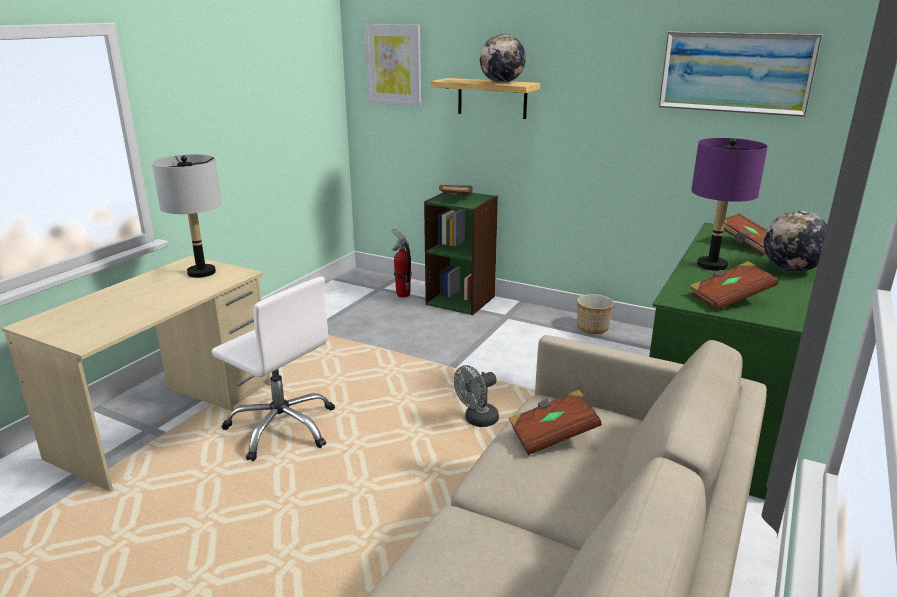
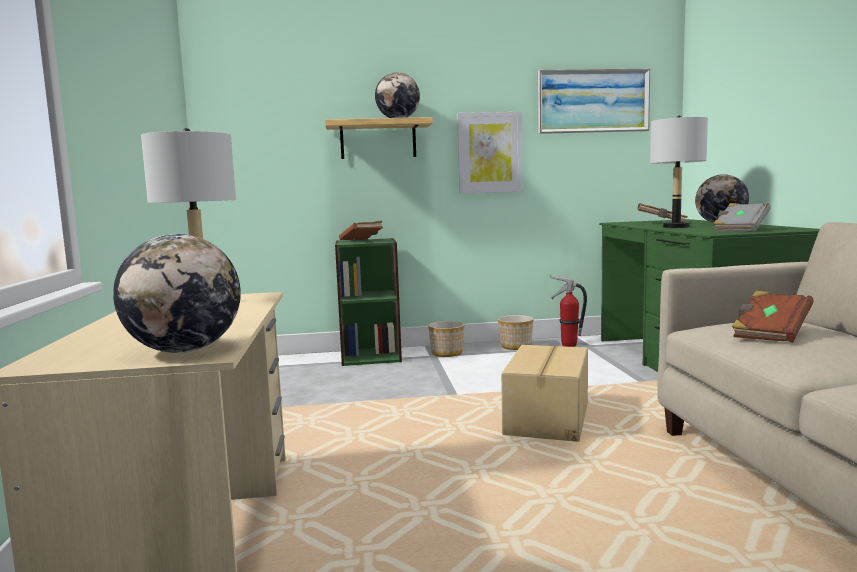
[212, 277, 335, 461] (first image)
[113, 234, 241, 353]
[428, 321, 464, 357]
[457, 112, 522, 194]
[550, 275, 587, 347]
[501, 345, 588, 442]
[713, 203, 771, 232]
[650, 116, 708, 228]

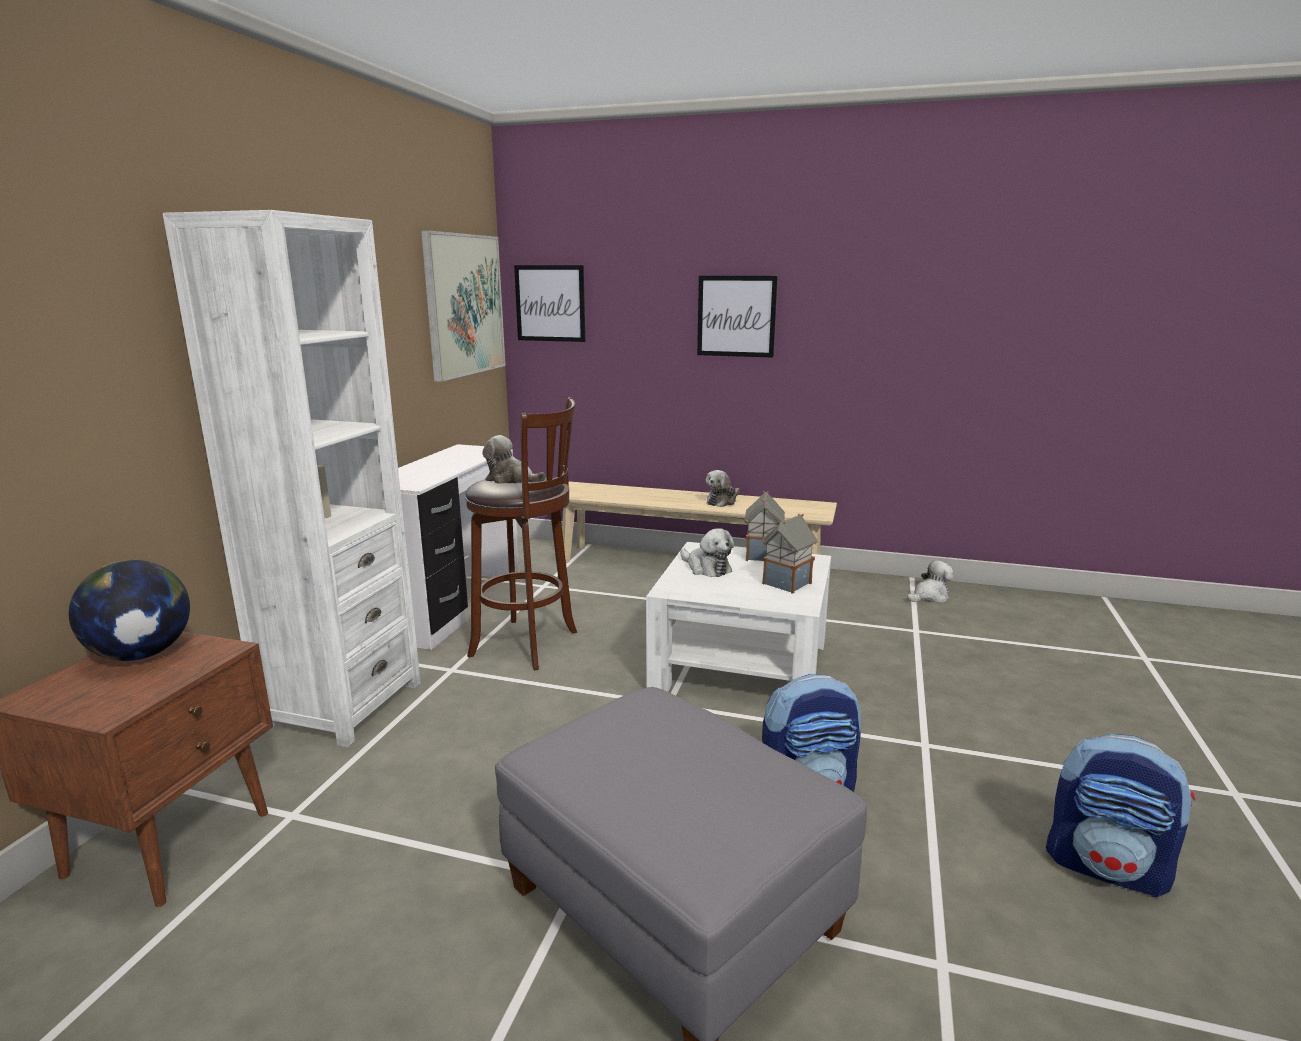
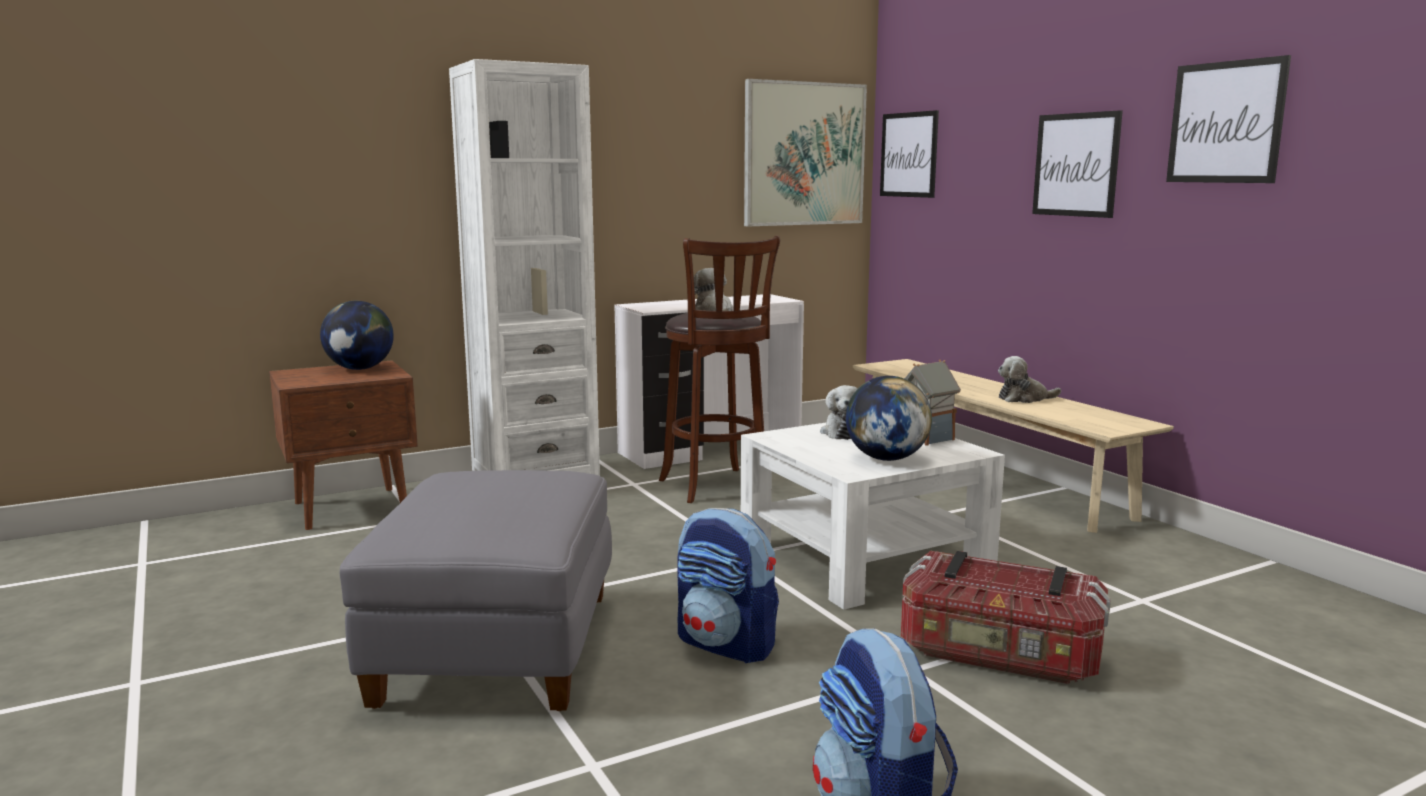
[907, 560, 954, 603] (first image)
[901, 551, 1111, 684]
[1166, 55, 1291, 183]
[846, 376, 932, 461]

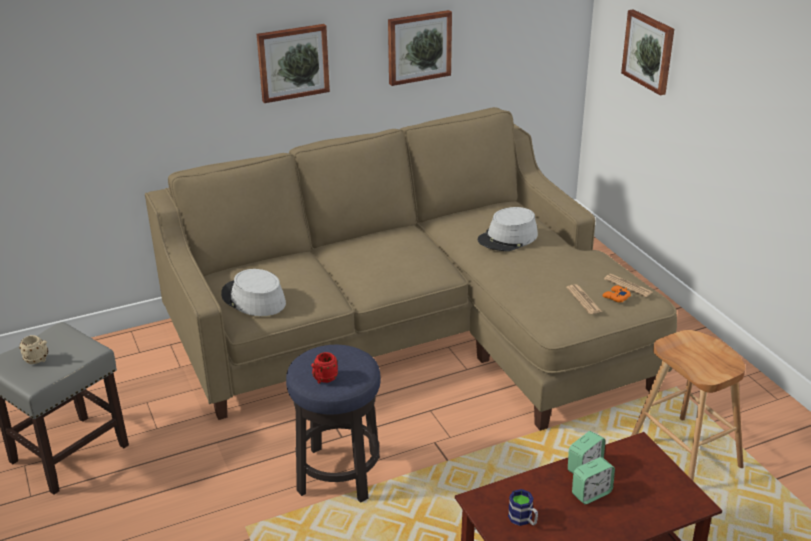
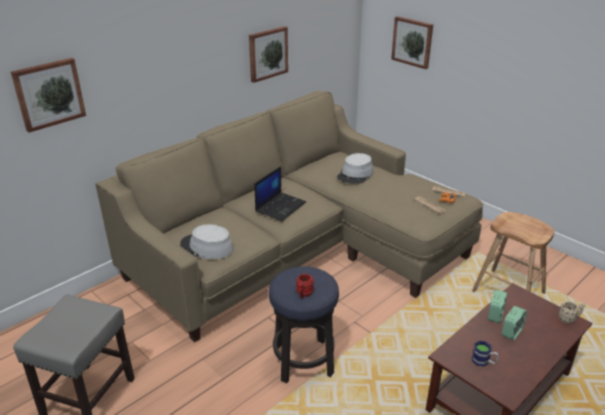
[254, 166, 306, 221]
[558, 301, 586, 324]
[11, 58, 86, 132]

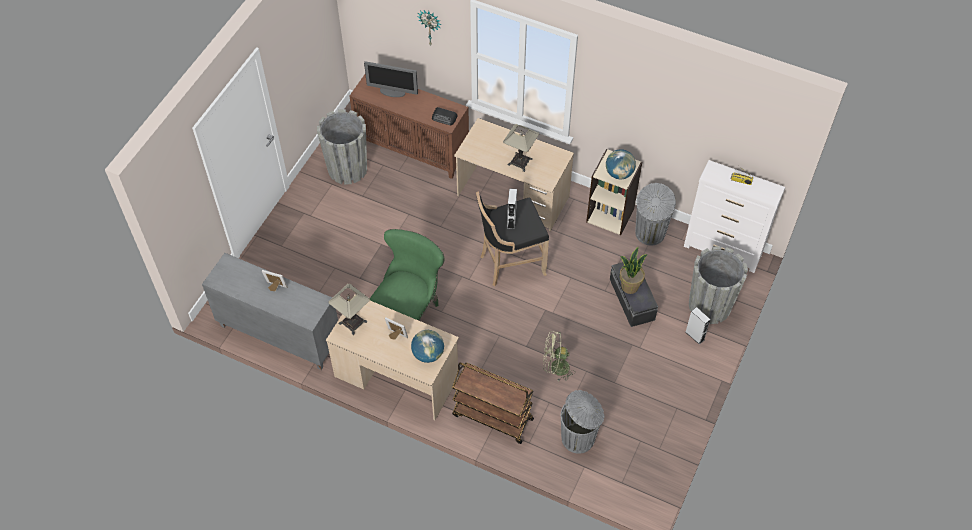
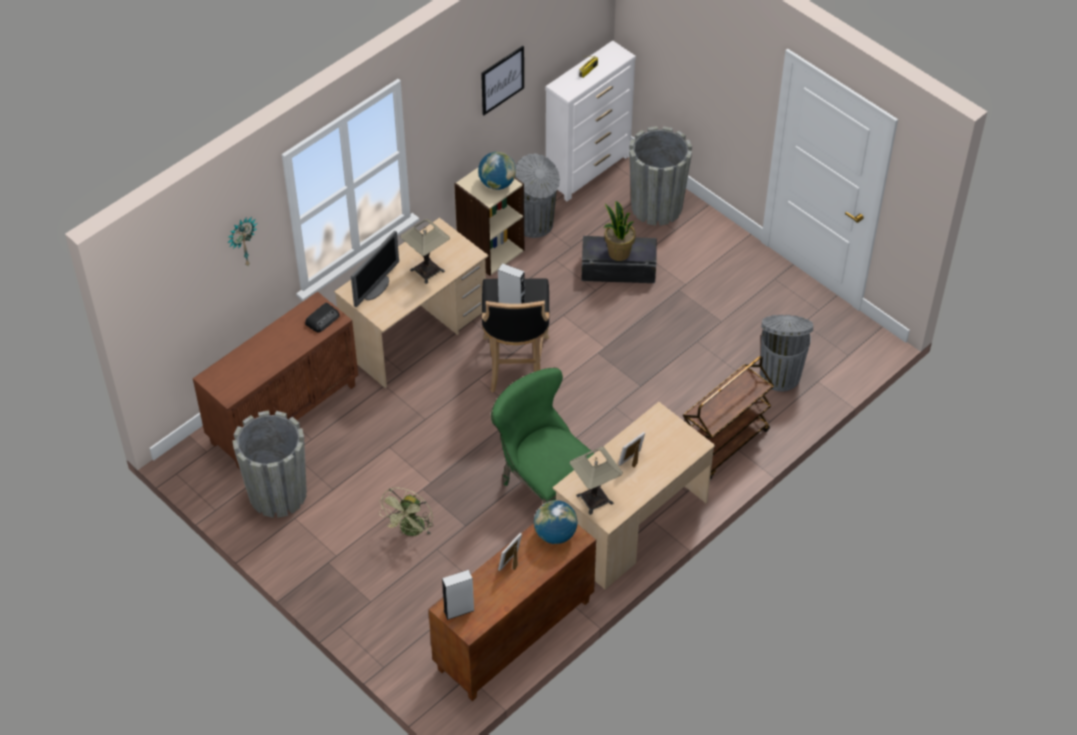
[481, 46, 524, 115]
[351, 230, 399, 307]
[534, 500, 577, 544]
[379, 488, 434, 537]
[442, 570, 475, 620]
[428, 523, 596, 701]

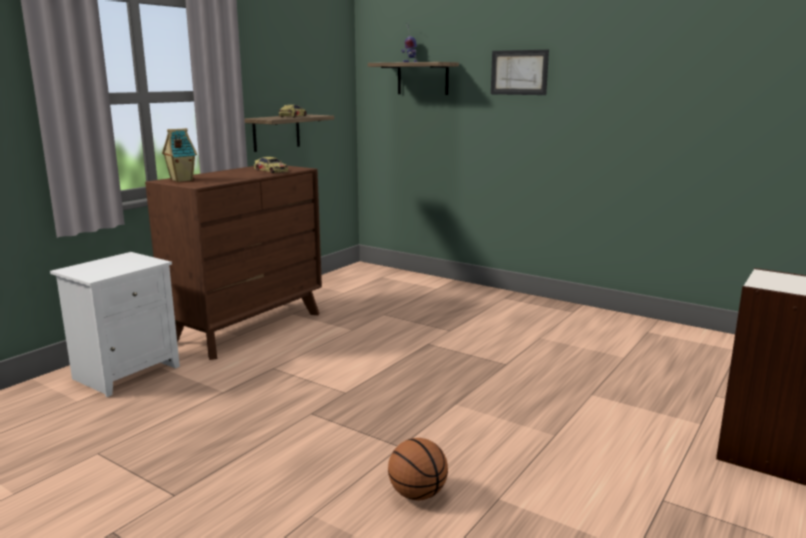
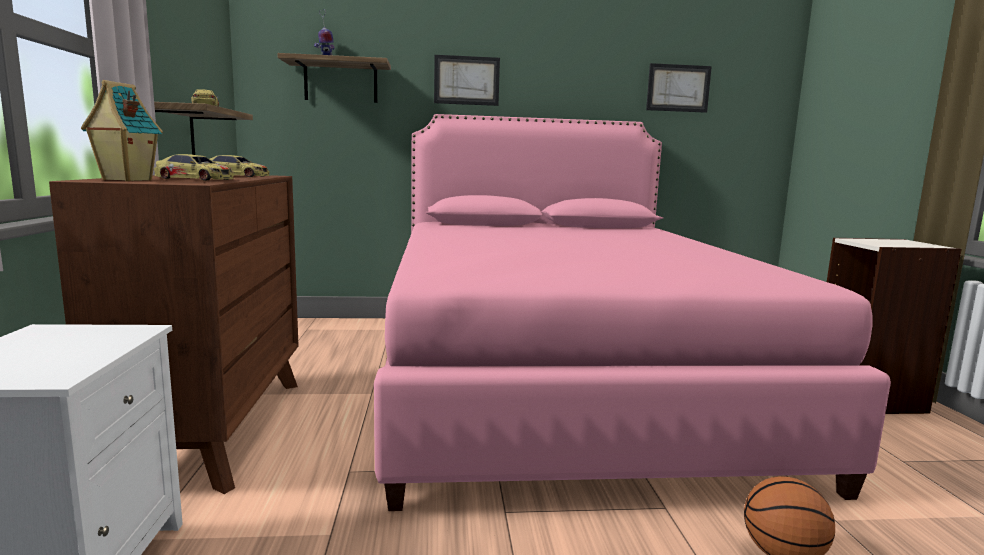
[154, 154, 234, 181]
[374, 114, 891, 511]
[646, 63, 712, 113]

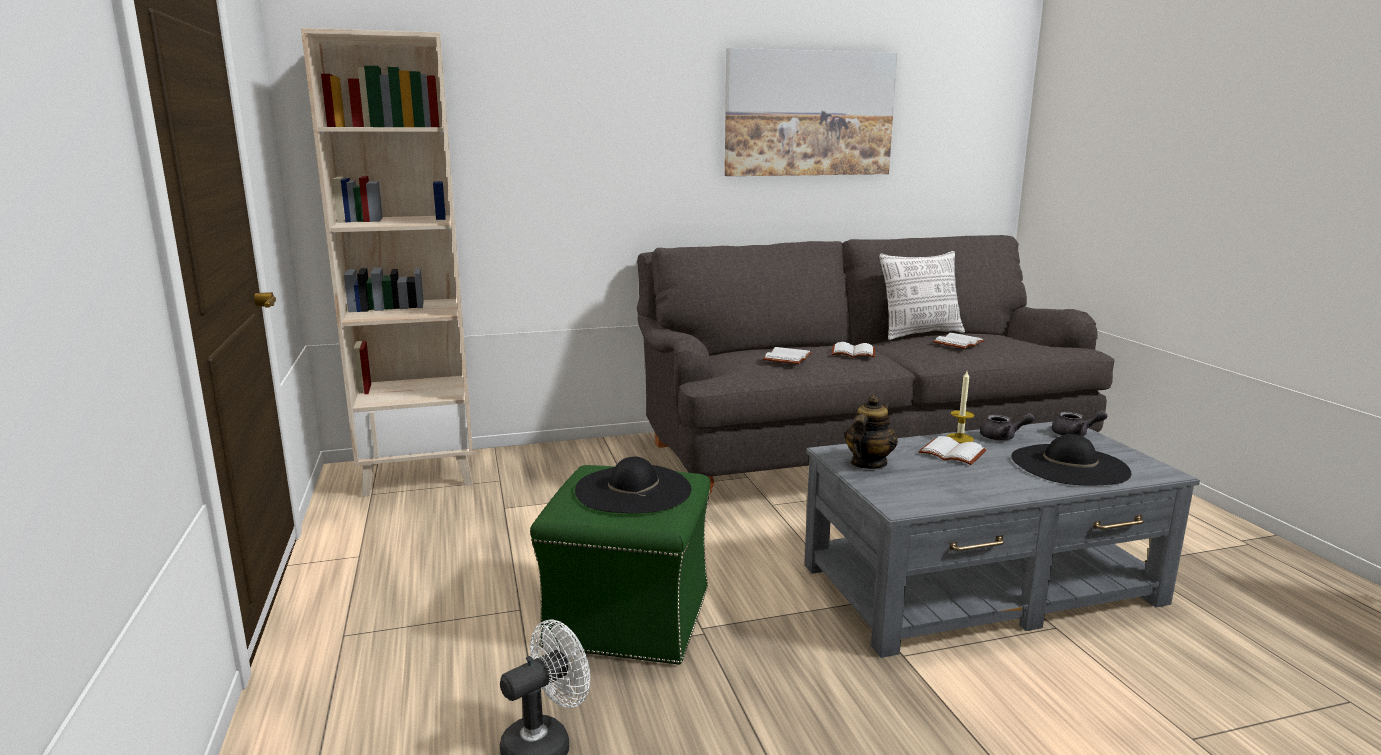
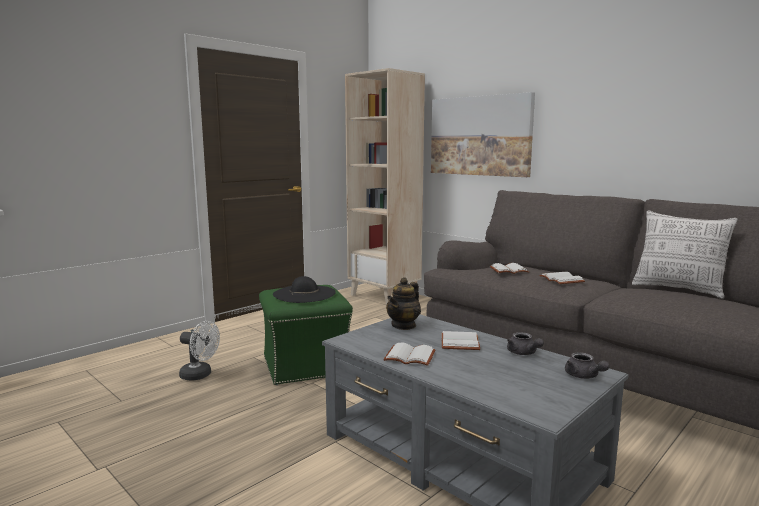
[947, 371, 975, 443] (first image)
[1011, 434, 1131, 486] (first image)
[431, 92, 535, 177]
[383, 342, 435, 366]
[386, 277, 421, 330]

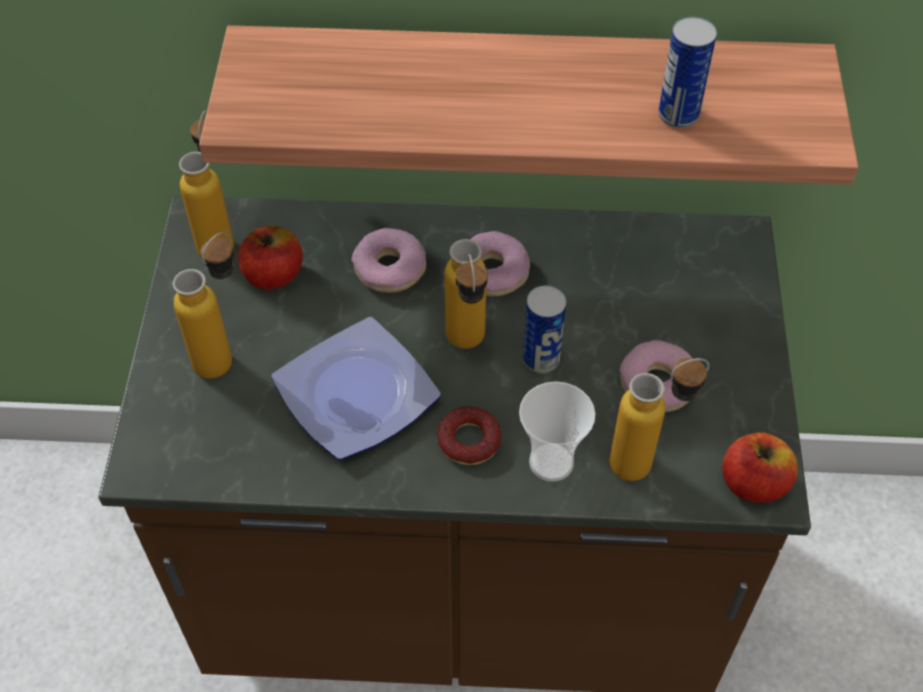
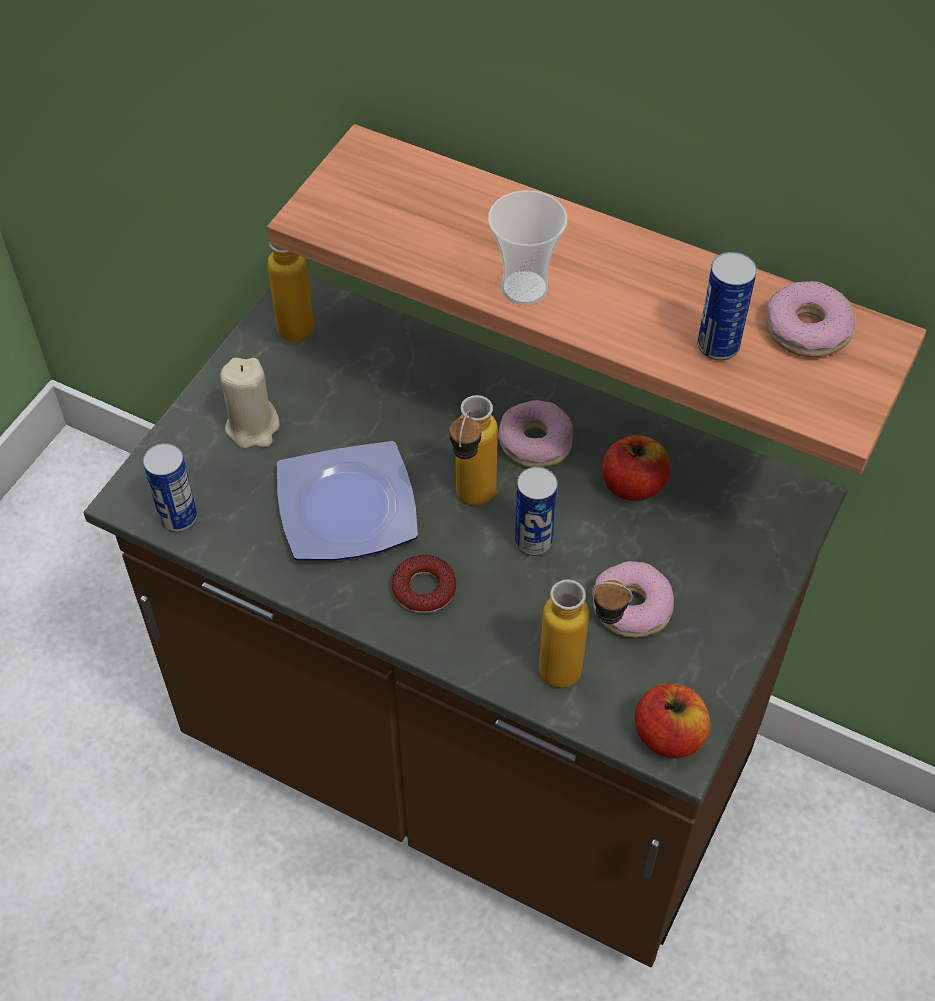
[143, 443, 197, 532]
[602, 435, 671, 501]
[766, 281, 855, 357]
[488, 190, 567, 305]
[220, 358, 279, 448]

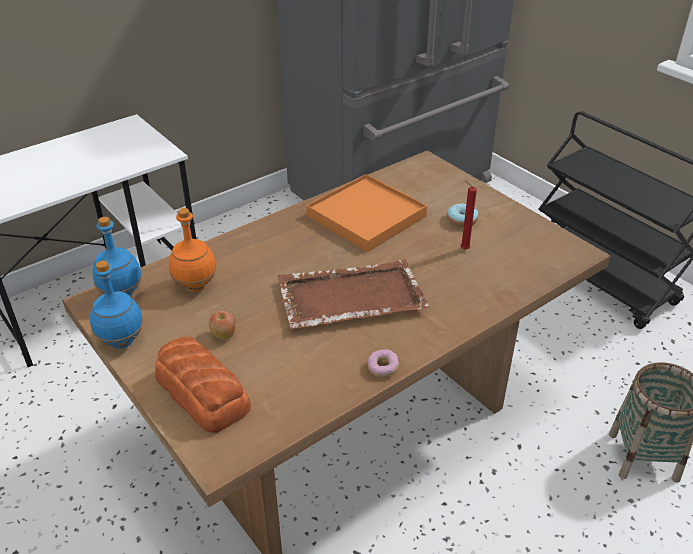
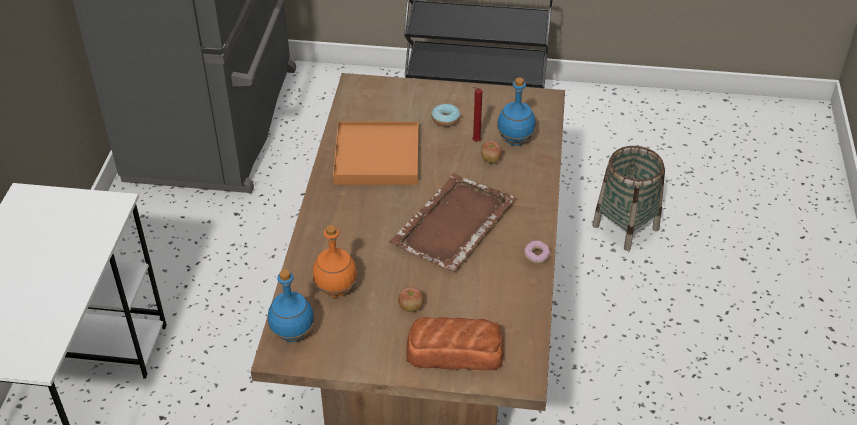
[481, 141, 502, 164]
[497, 77, 536, 146]

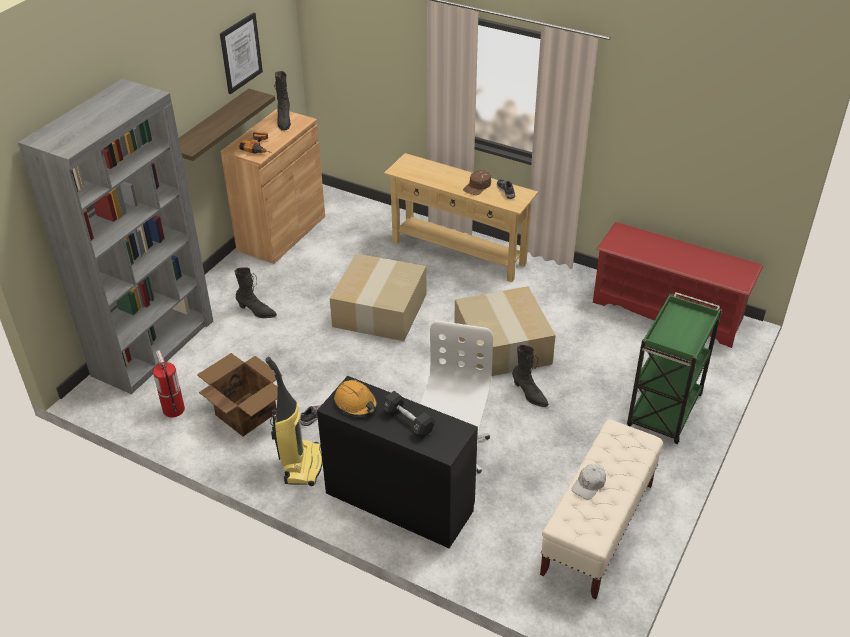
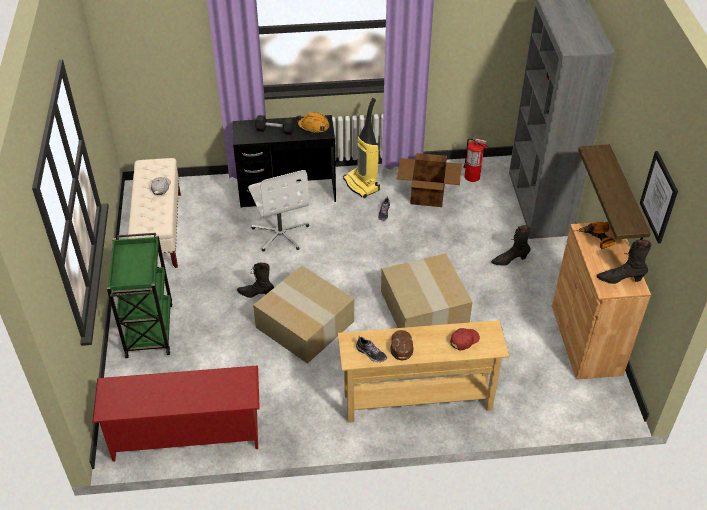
[450, 328, 480, 350]
[597, 239, 651, 284]

